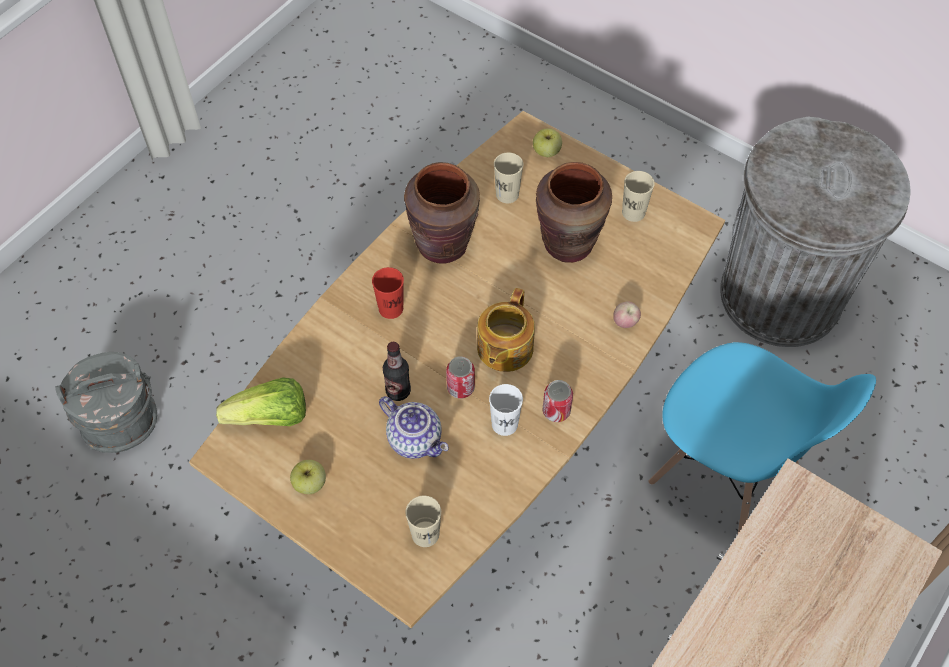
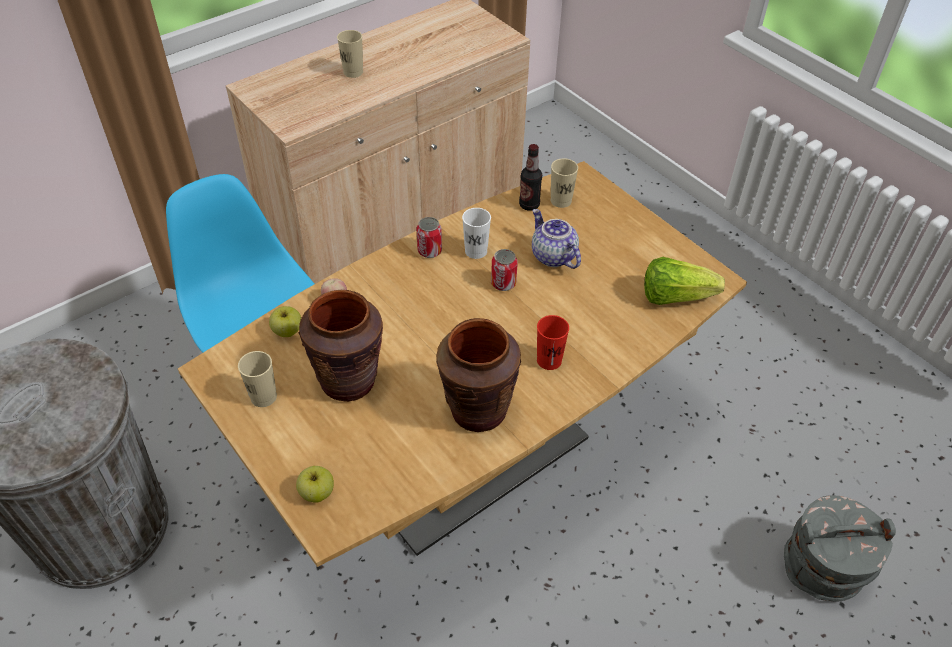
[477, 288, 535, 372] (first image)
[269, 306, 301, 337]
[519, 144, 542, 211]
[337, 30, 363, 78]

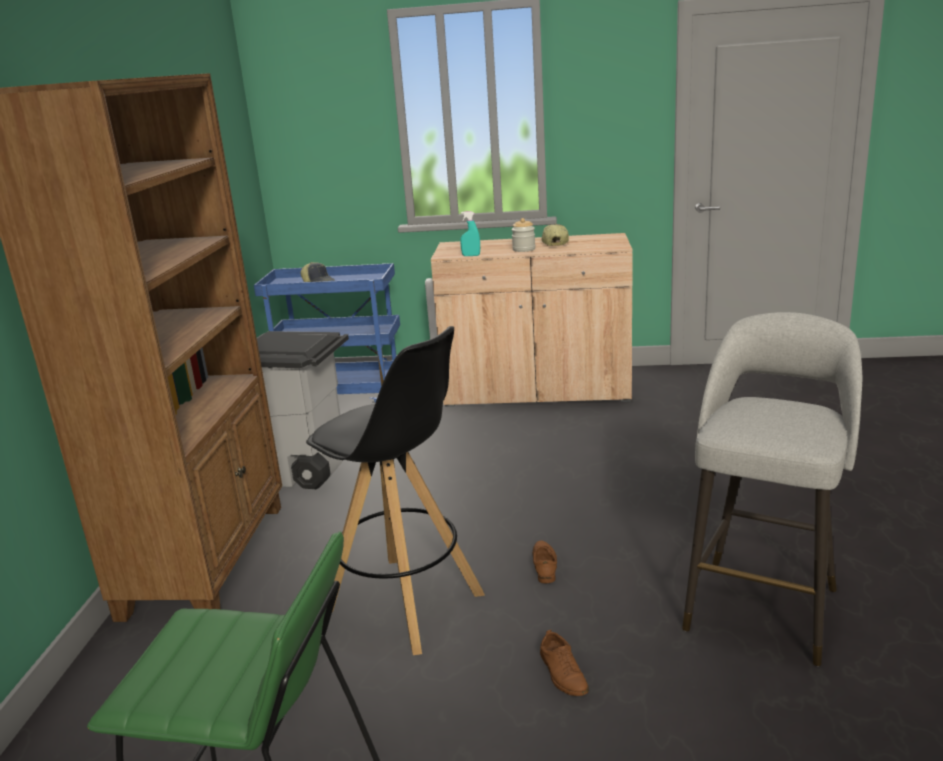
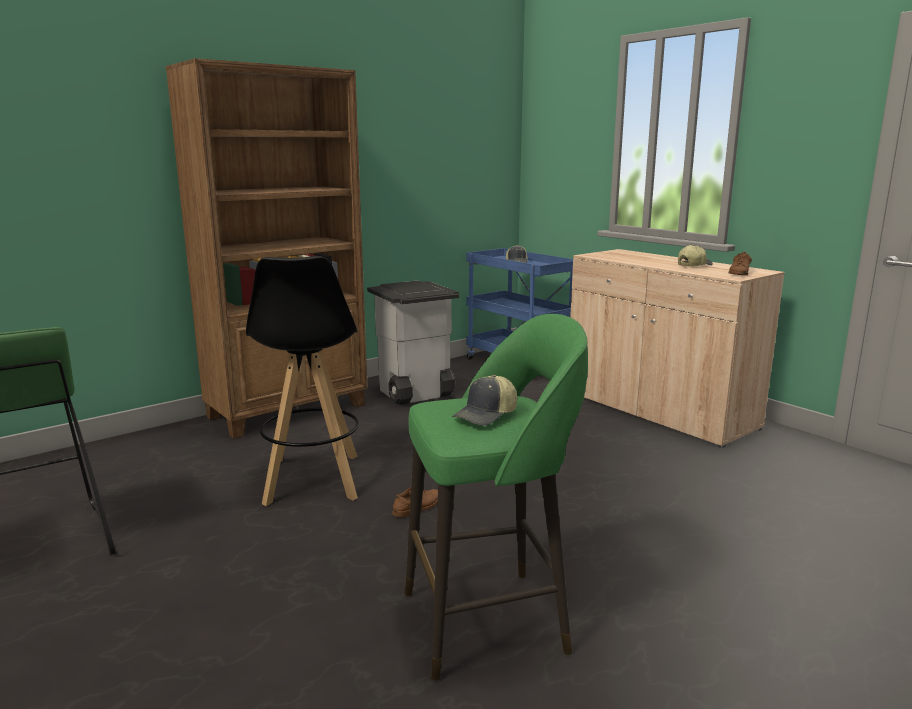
[460, 211, 480, 256] (first image)
[511, 218, 536, 252] (first image)
[452, 375, 517, 426]
[729, 252, 752, 275]
[405, 314, 588, 681]

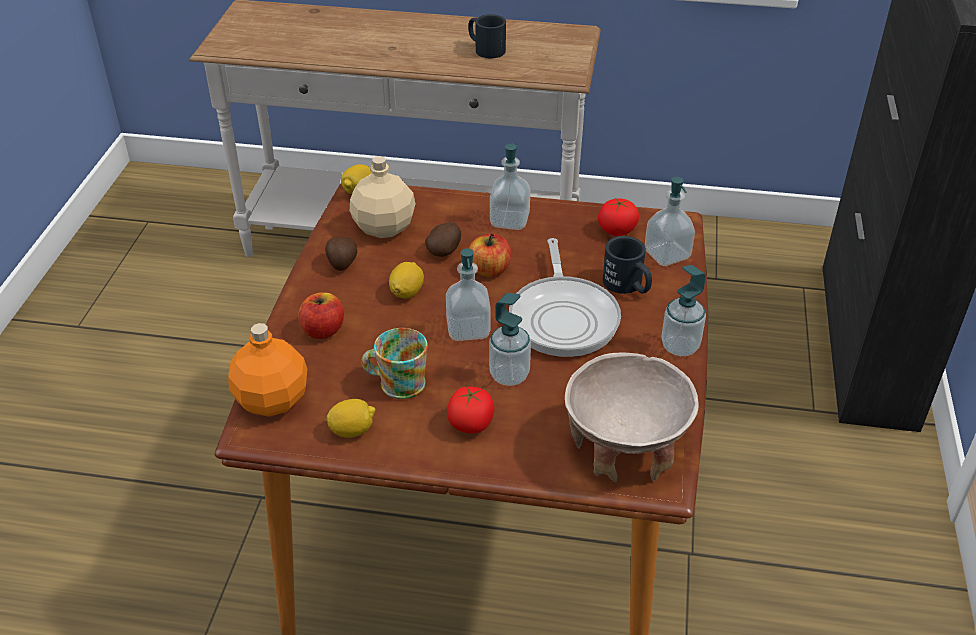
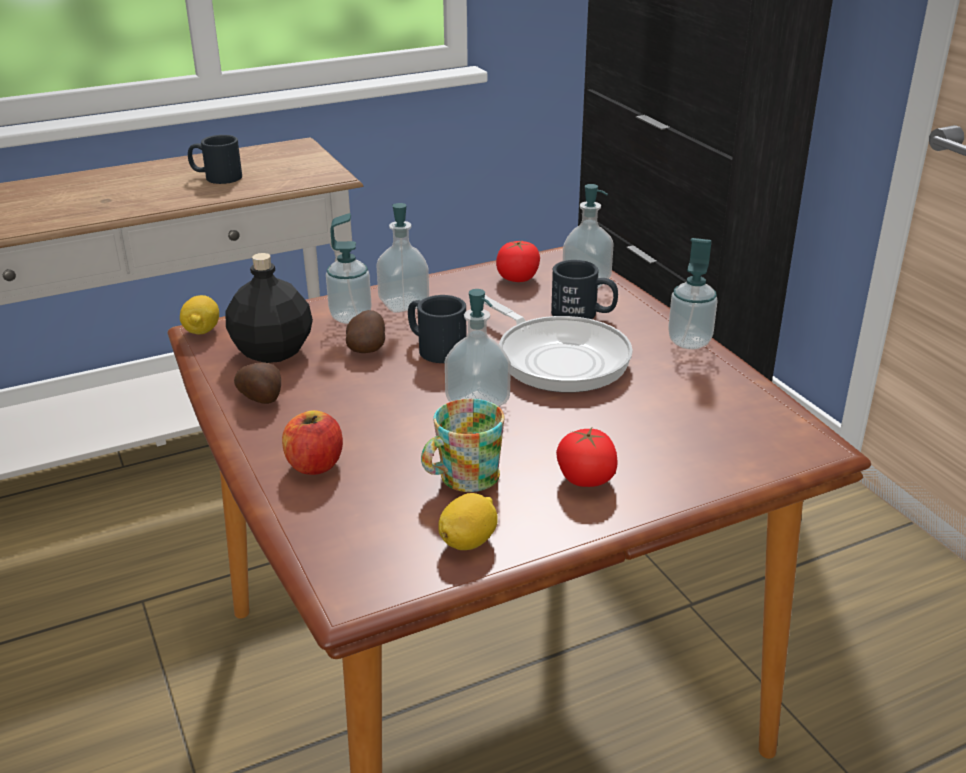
[228, 323, 307, 417] (first image)
[389, 262, 424, 298] (first image)
[565, 353, 699, 482] (first image)
[326, 213, 372, 324]
[408, 295, 467, 363]
[226, 253, 313, 363]

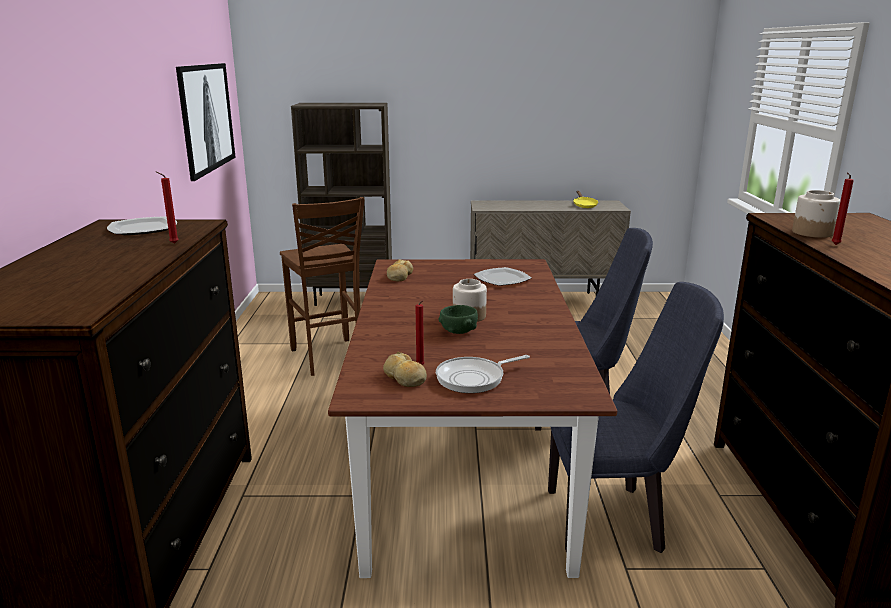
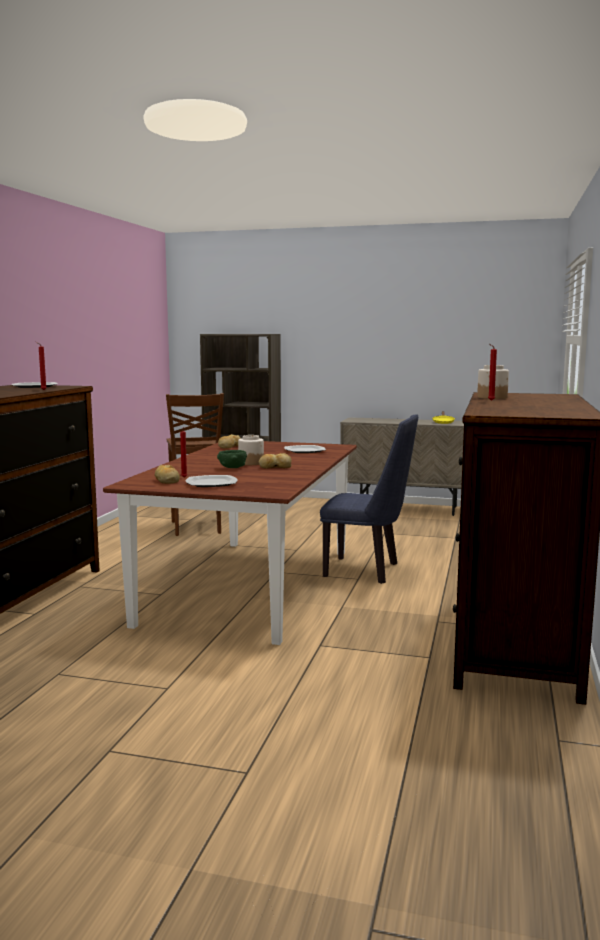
[176, 63, 236, 181] (first image)
[548, 282, 724, 553] (first image)
[259, 453, 292, 468]
[186, 475, 238, 487]

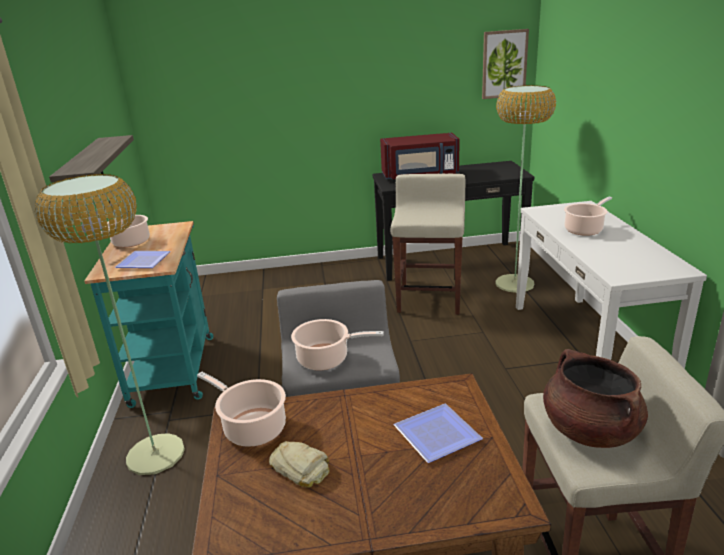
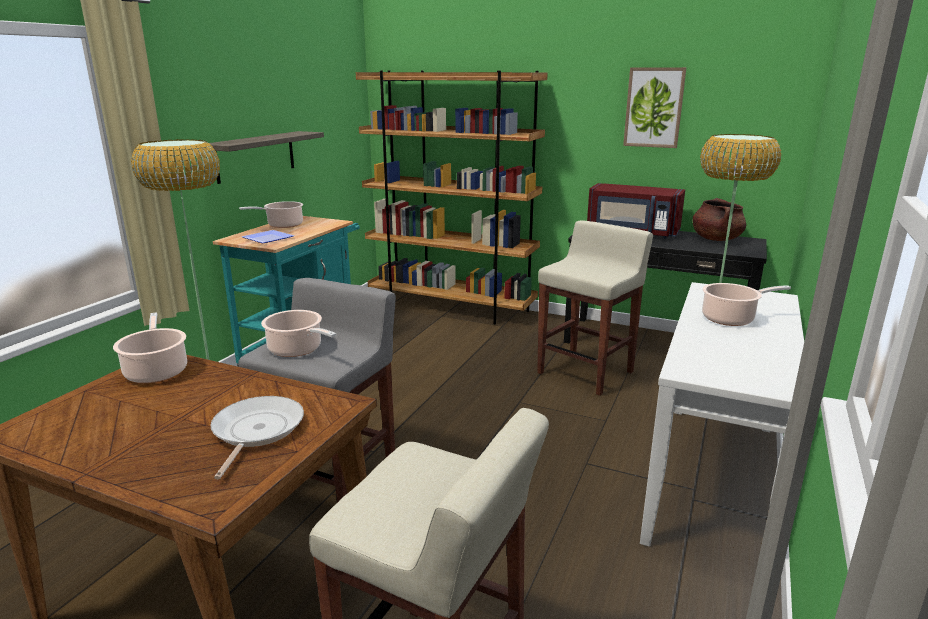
[269, 441, 330, 488] (first image)
[356, 71, 548, 324]
[623, 67, 686, 148]
[693, 198, 746, 241]
[210, 396, 304, 479]

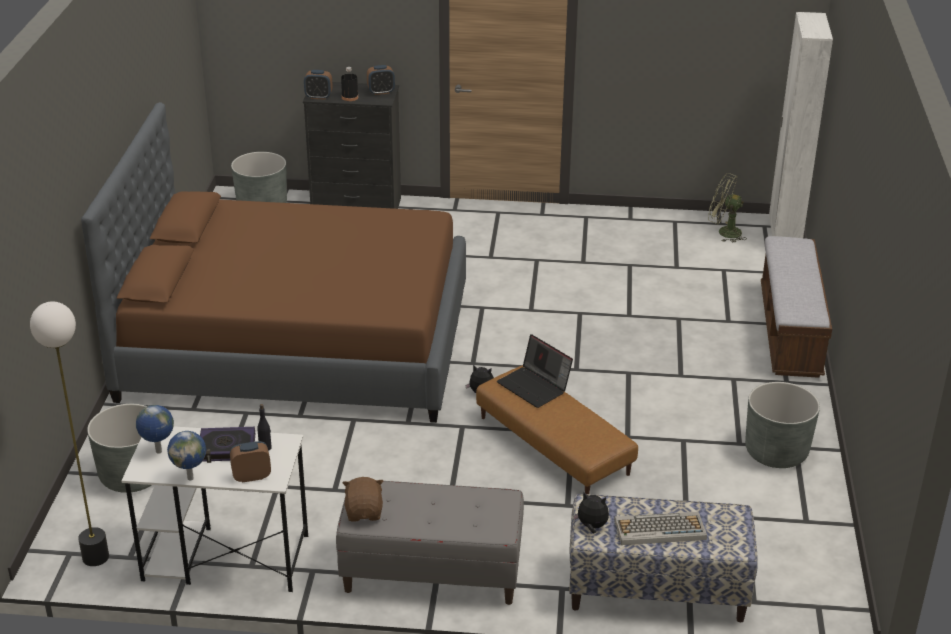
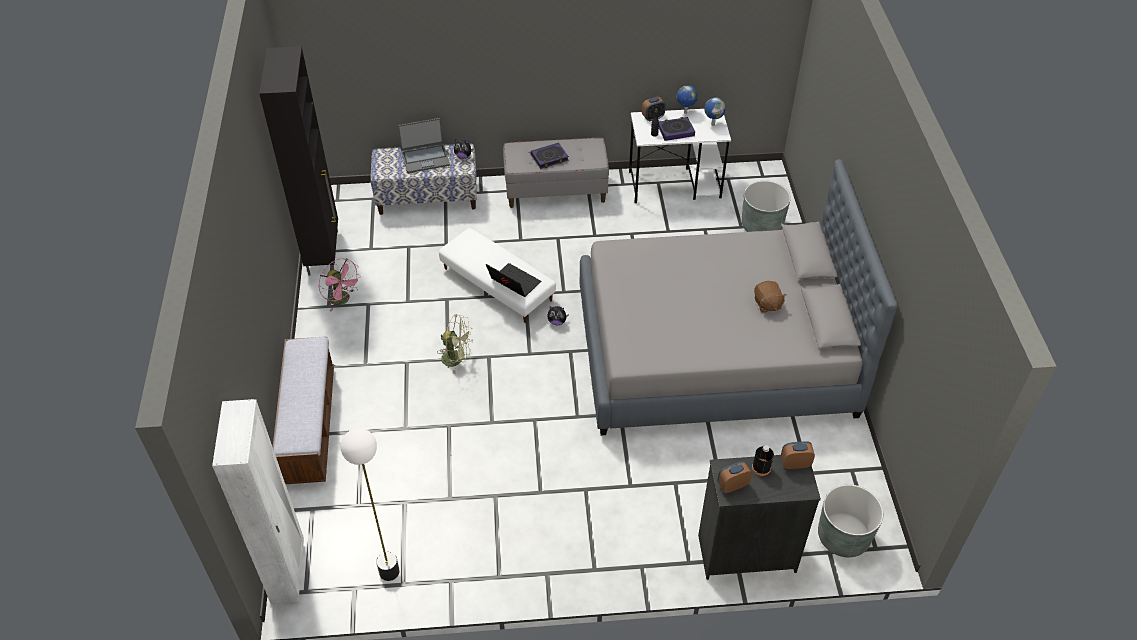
[259, 46, 338, 276]
[531, 142, 569, 169]
[341, 428, 400, 581]
[754, 281, 787, 313]
[437, 314, 473, 374]
[398, 118, 450, 173]
[319, 258, 362, 312]
[580, 159, 898, 435]
[439, 228, 556, 323]

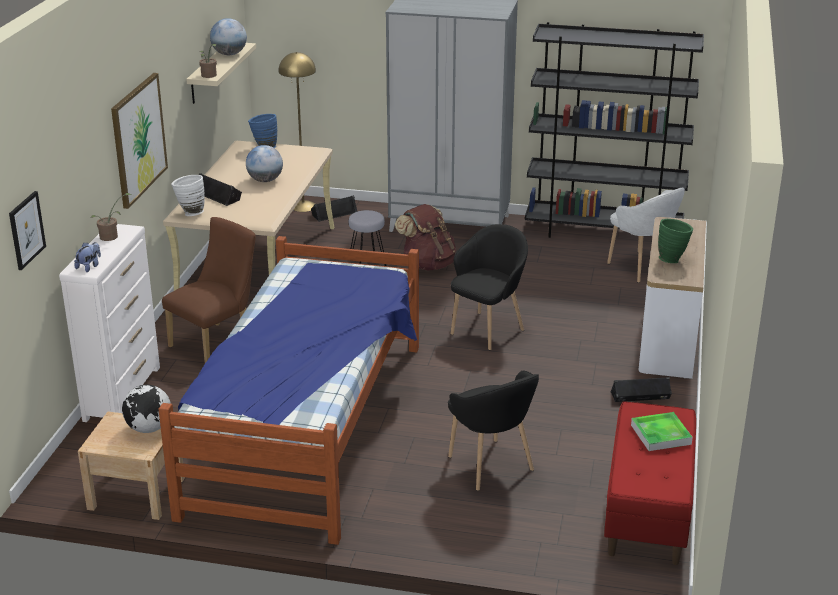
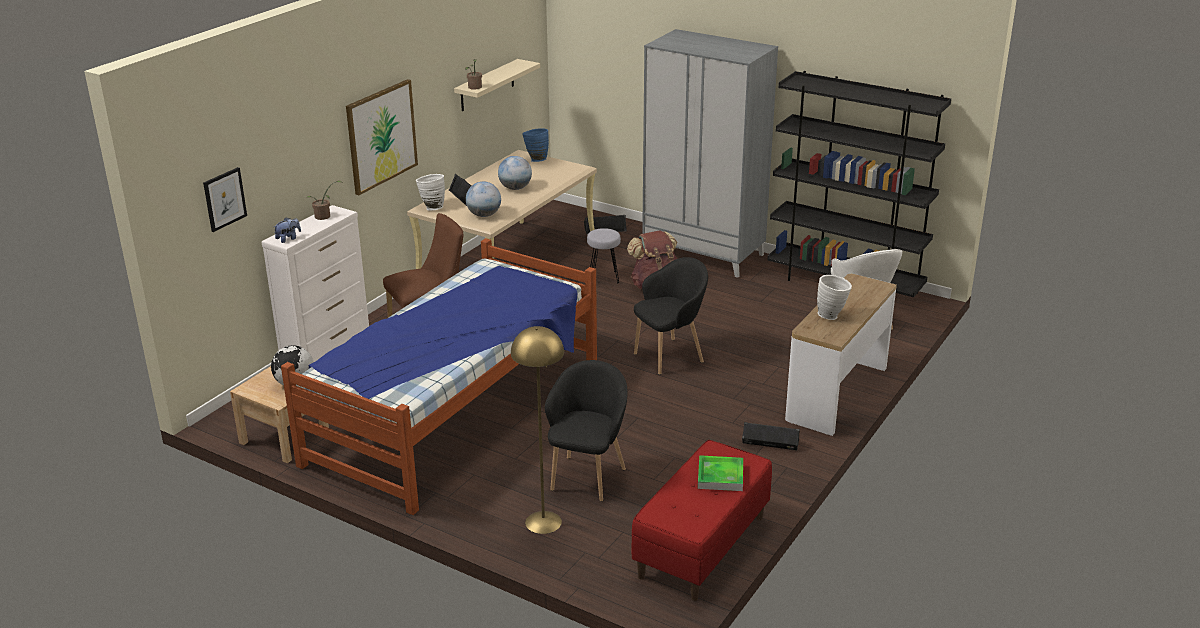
[466, 182, 501, 217]
[511, 326, 564, 534]
[817, 275, 852, 320]
[545, 360, 627, 502]

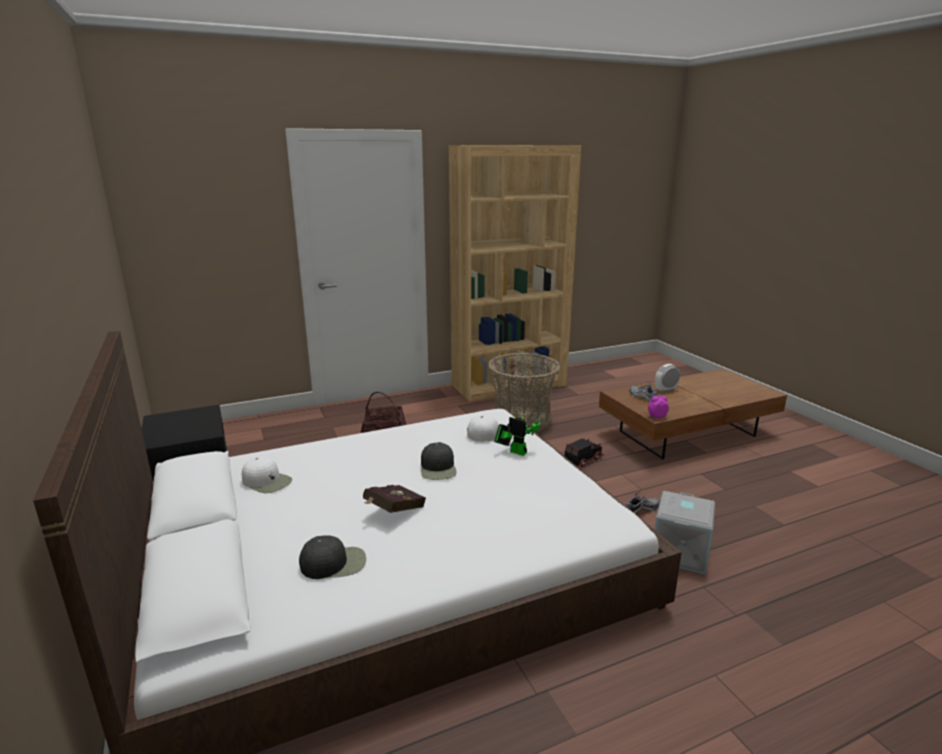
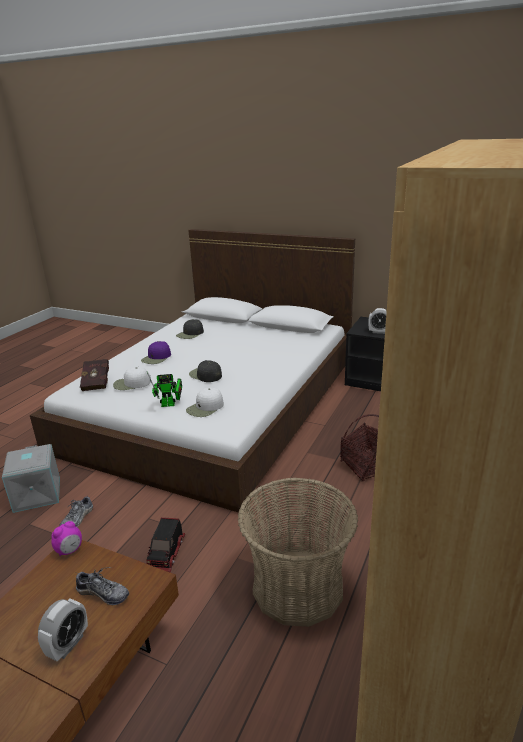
[141, 341, 171, 364]
[368, 308, 387, 334]
[113, 367, 151, 390]
[80, 359, 109, 391]

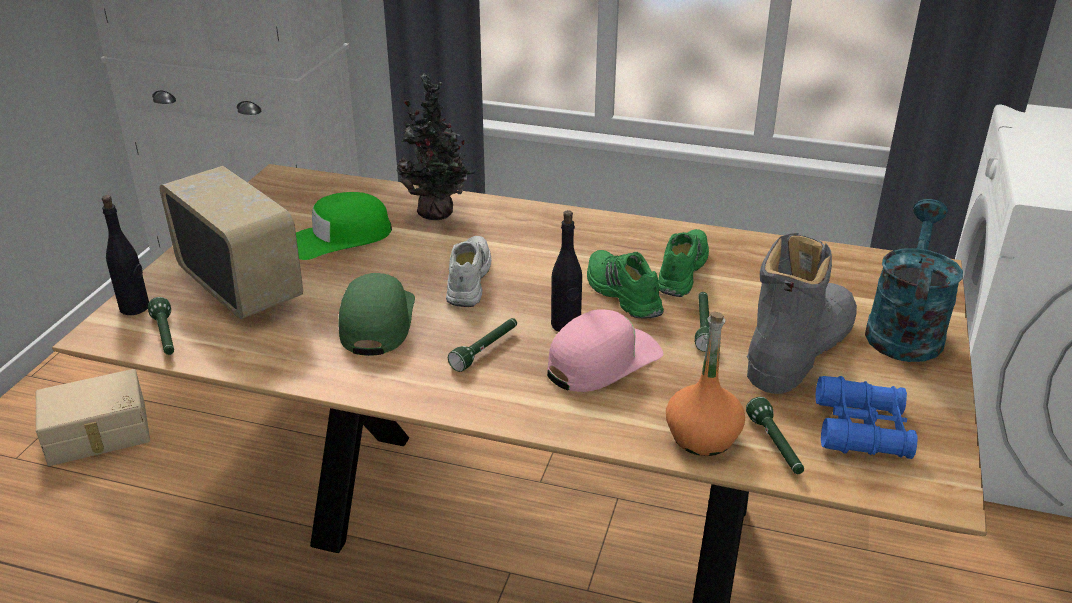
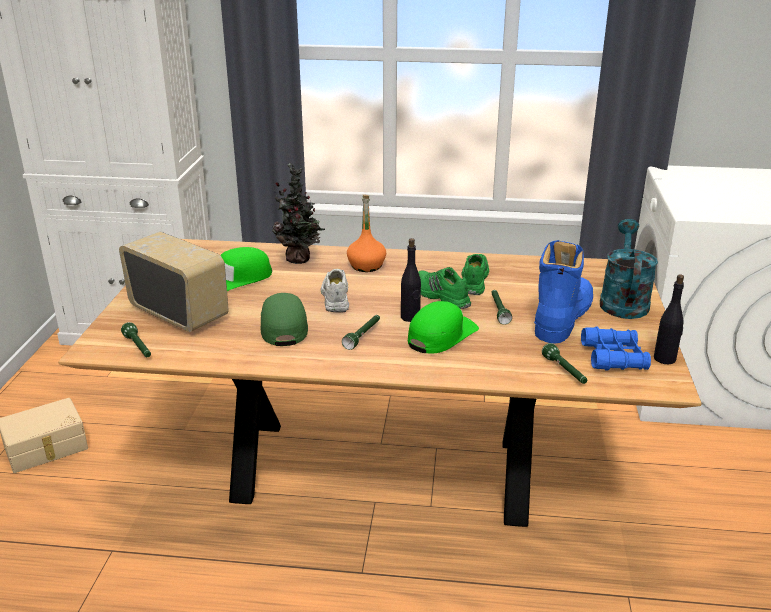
[654, 274, 684, 364]
[347, 194, 386, 272]
[408, 301, 479, 354]
[534, 240, 593, 343]

